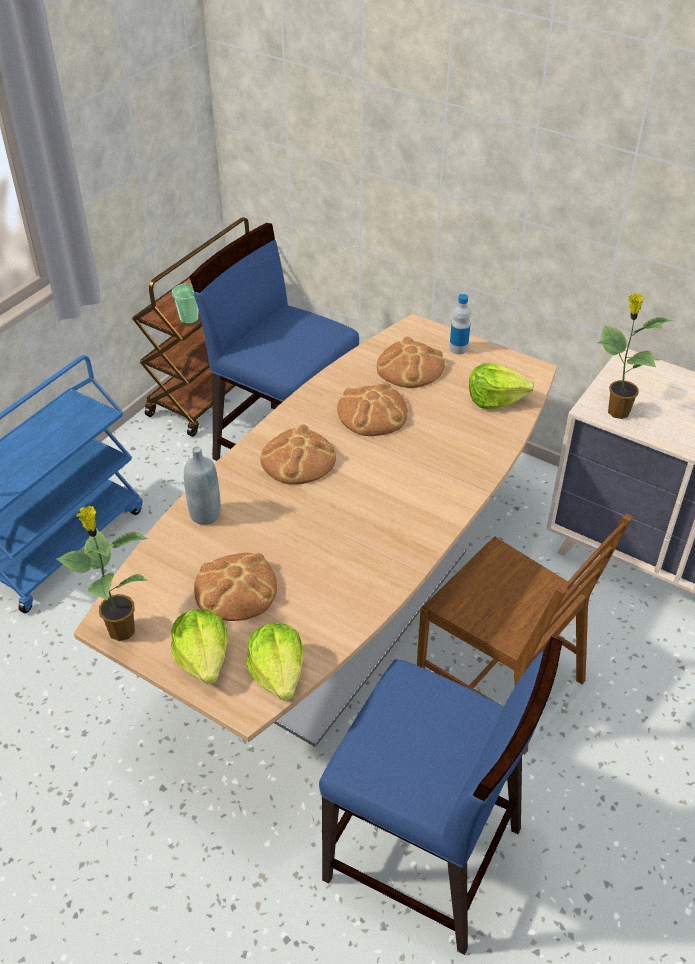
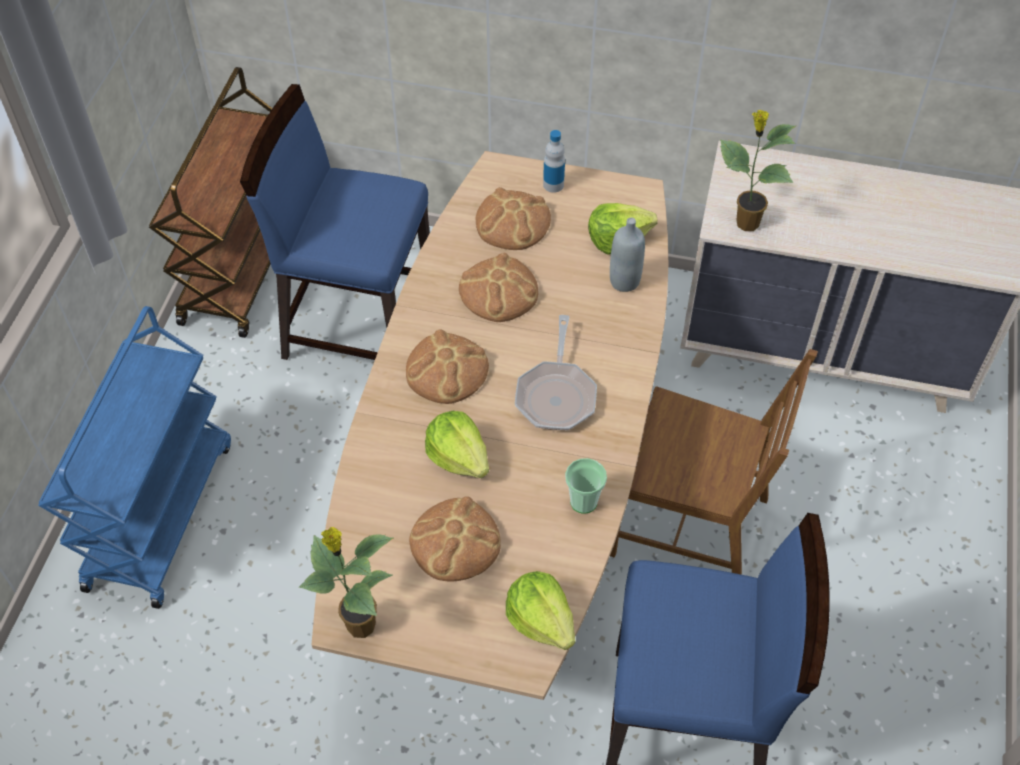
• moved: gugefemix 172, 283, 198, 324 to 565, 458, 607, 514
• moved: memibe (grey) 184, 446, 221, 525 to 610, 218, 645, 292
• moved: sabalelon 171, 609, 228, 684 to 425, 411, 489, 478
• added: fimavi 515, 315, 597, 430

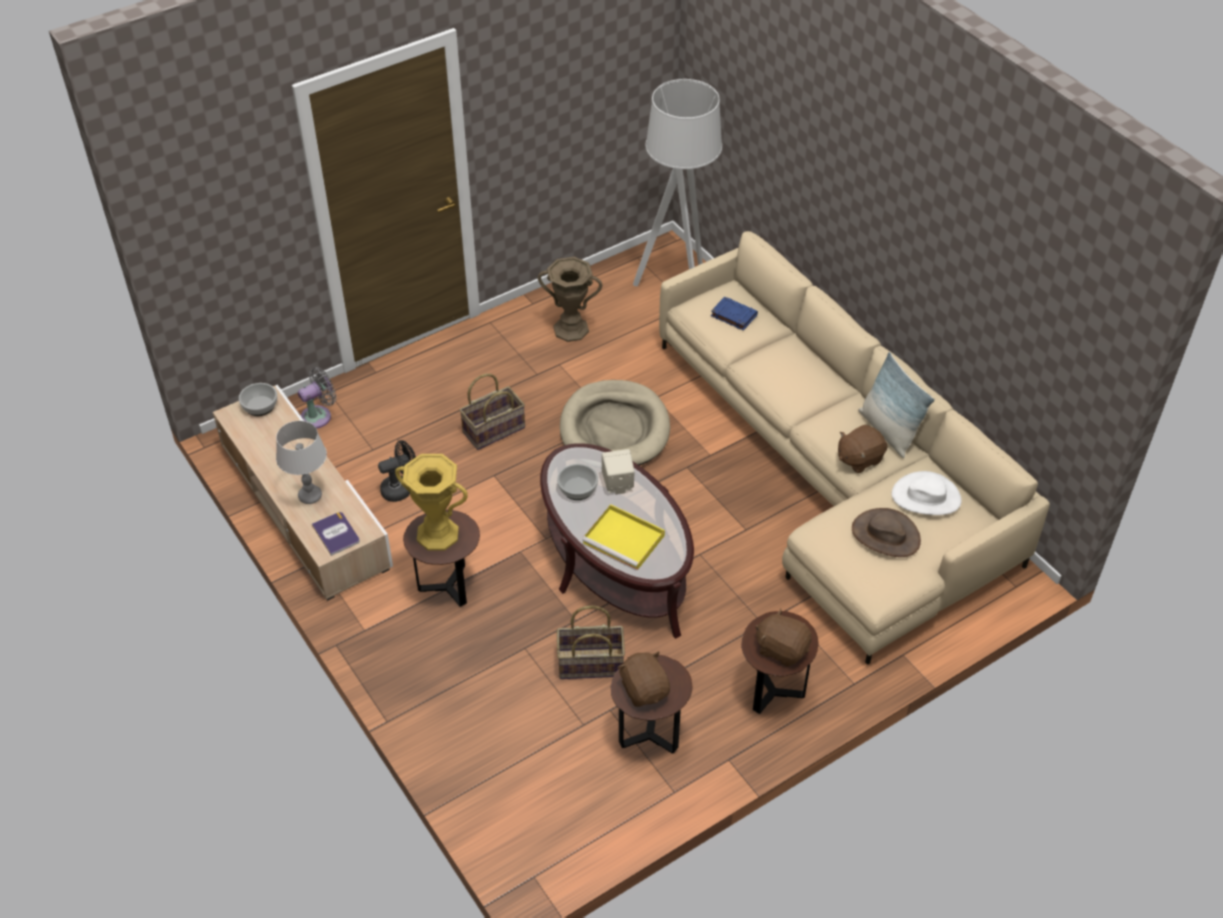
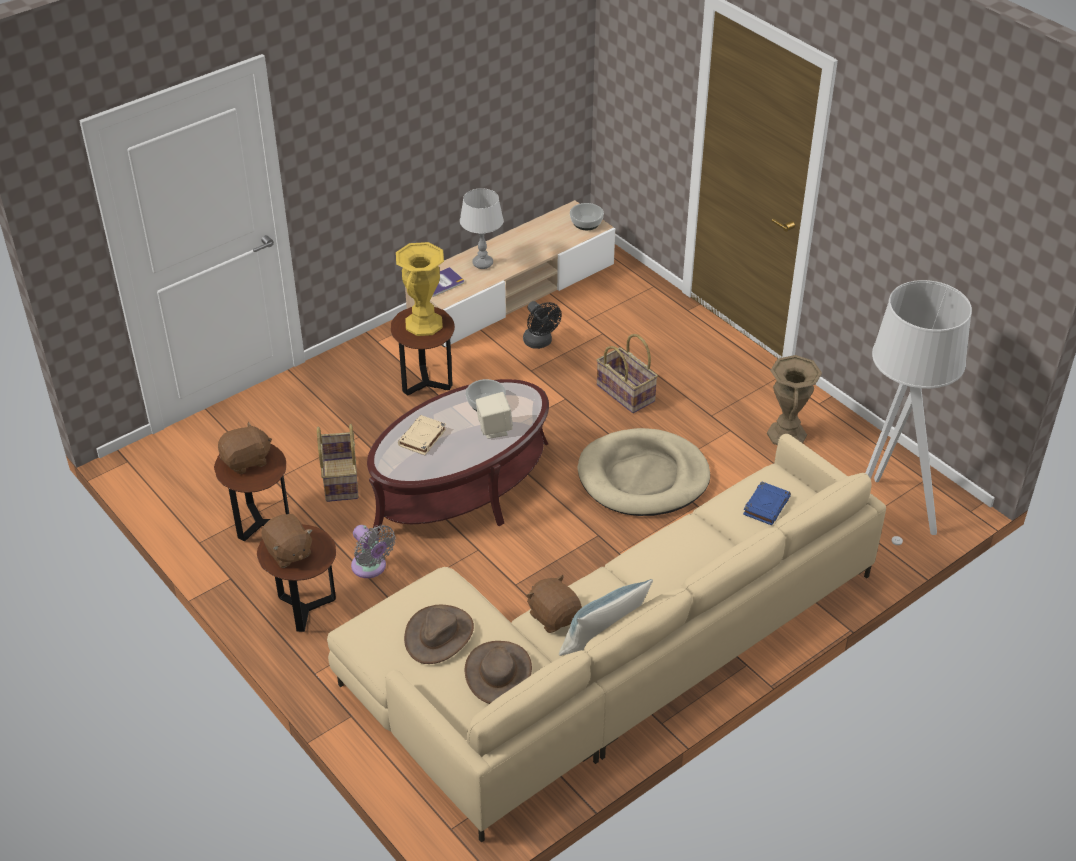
• moved: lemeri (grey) 298, 367, 336, 428 to 351, 525, 396, 578
• recoloured: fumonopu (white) 892, 471, 962, 515 to fumonopu (brown) 465, 641, 532, 704
• replaced: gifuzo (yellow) 582, 504, 665, 570 to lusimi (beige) 398, 415, 446, 455
• turned: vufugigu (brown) 755, 608, 812, 667 = 262, 514, 313, 568 120 degrees clockwise

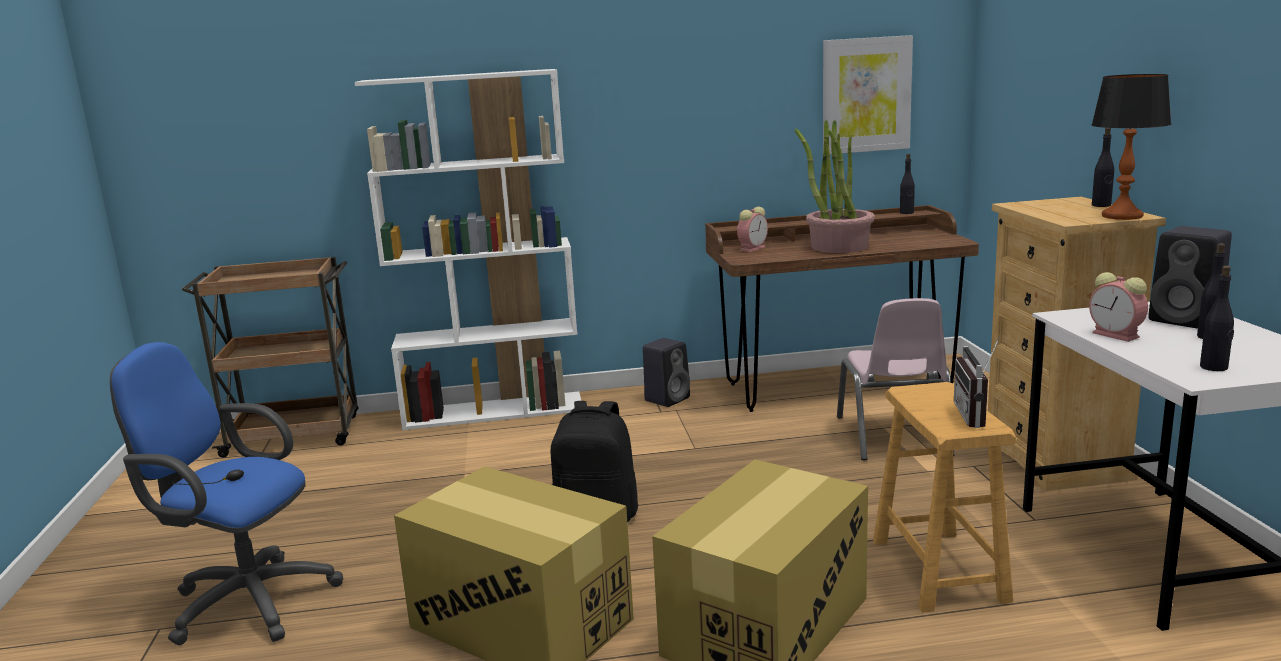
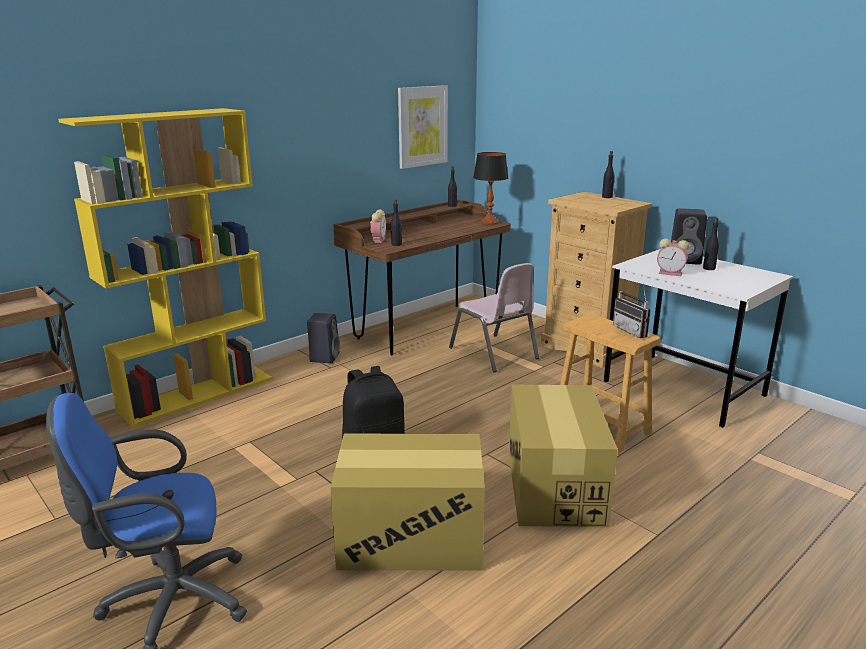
• recoloured: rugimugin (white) 355, 69, 581, 430 to rugimugin (yellow) 58, 108, 272, 427
• moved: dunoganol 1091, 74, 1171, 220 to 473, 152, 509, 225
• removed: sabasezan 795, 120, 875, 253
• moved: memibe (black) 1200, 266, 1234, 371 to 391, 199, 402, 246

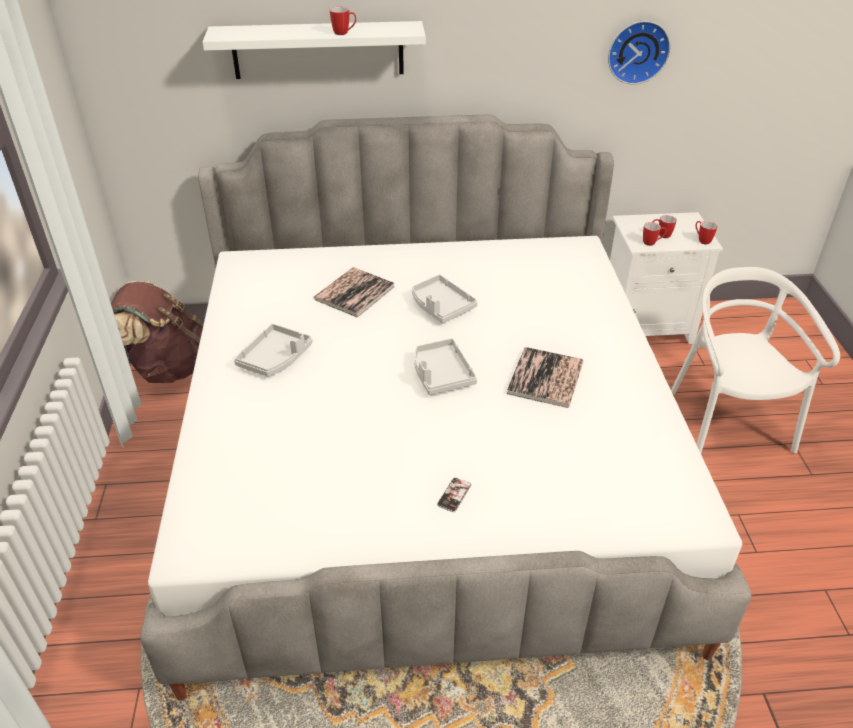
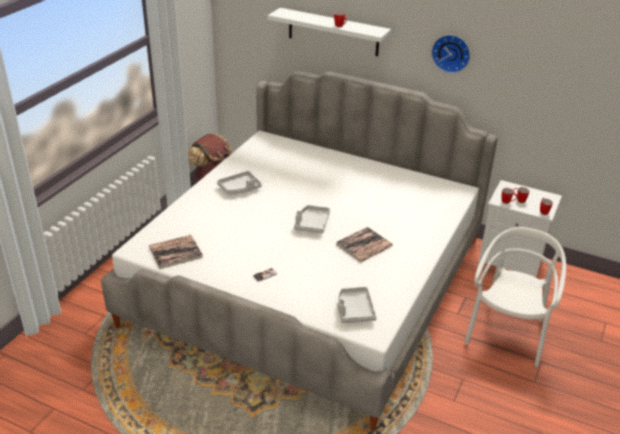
• moved: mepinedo 608, 21, 670, 85 to 431, 35, 470, 73
• moved: lusimi 313, 267, 395, 318 to 149, 235, 203, 269
• moved: gifuzo (grey) 412, 275, 478, 323 to 337, 287, 377, 323

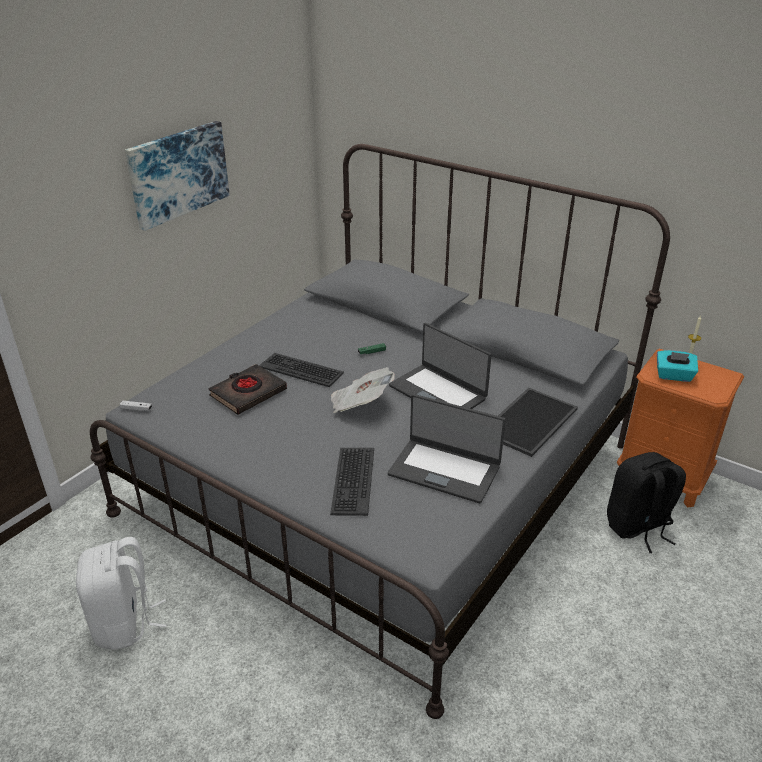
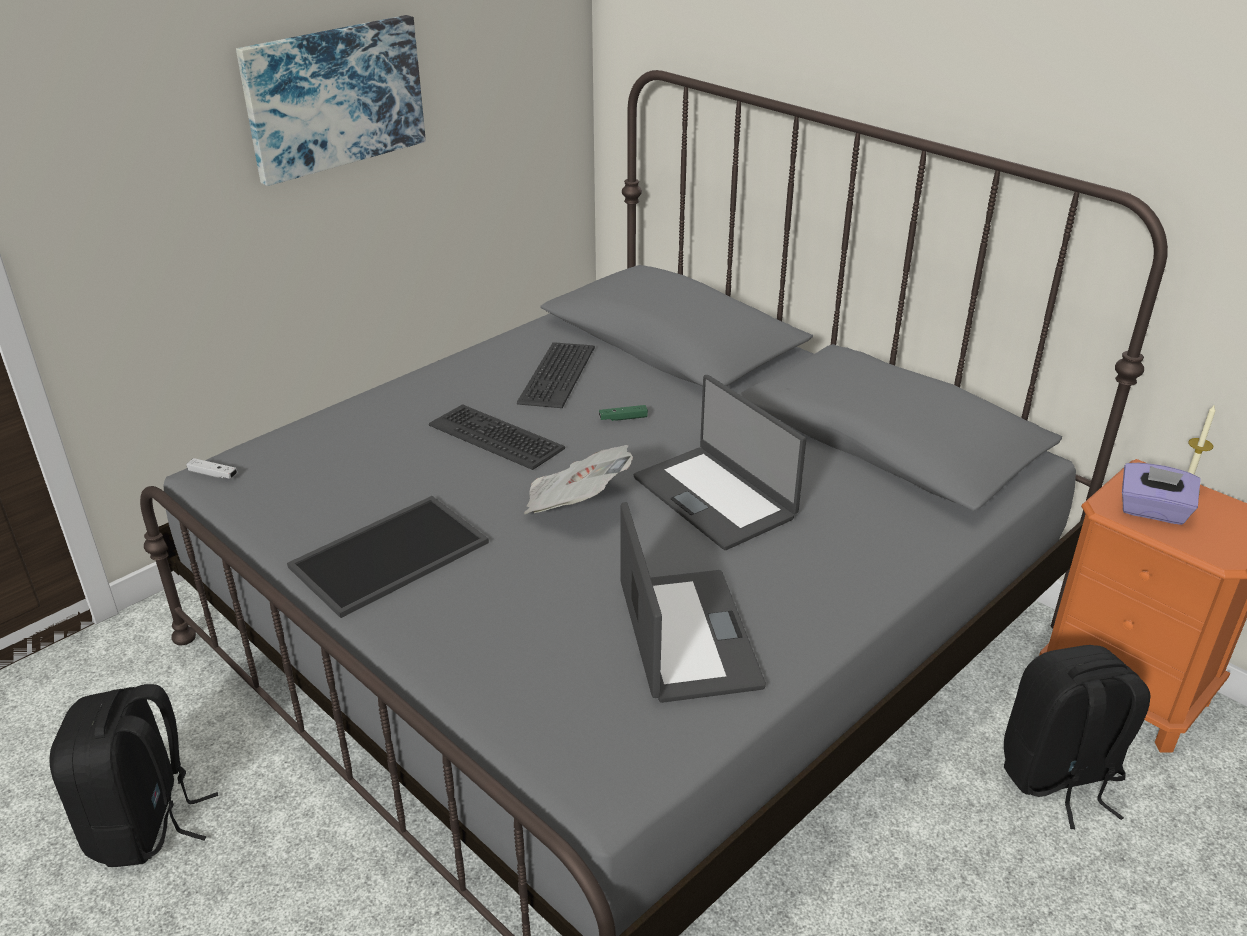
• recoloured: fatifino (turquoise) 657, 350, 698, 382 to fatifino (purple) 1122, 463, 1201, 525
• removed: lusimi (black) 208, 364, 287, 415
• moved: gifuzo 498, 388, 578, 457 to 287, 496, 489, 618
• turned: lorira 388, 394, 506, 503 = 620, 502, 766, 703 135 degrees counterclockwise
• moved: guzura 330, 448, 374, 516 to 517, 342, 595, 408
• recoloured: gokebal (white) 76, 537, 166, 650 to gokebal (black) 49, 684, 218, 867

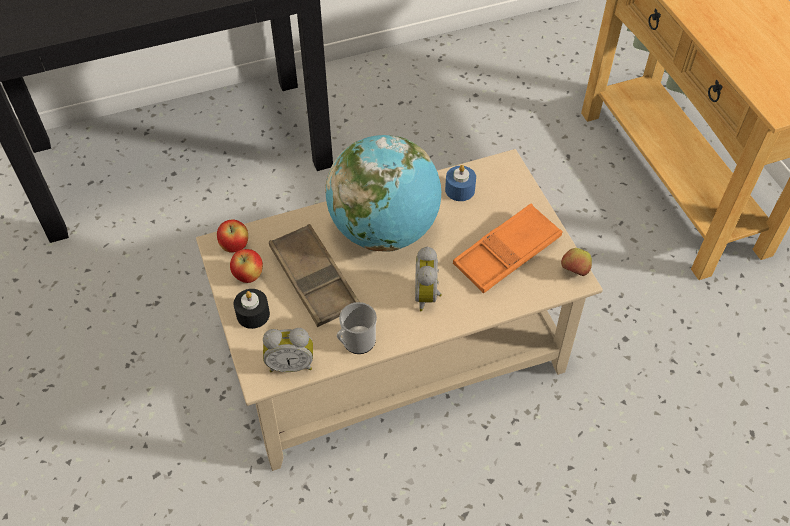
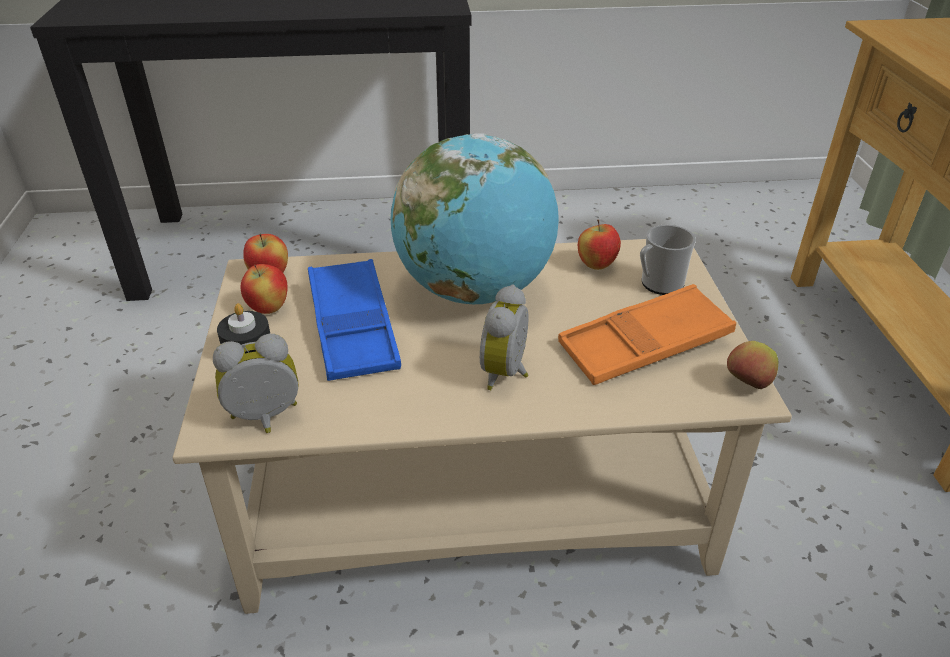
• replaced: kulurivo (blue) 445, 165, 476, 201 to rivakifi 578, 220, 621, 270
• recoloured: gifuzo (brown) 269, 224, 359, 327 to gifuzo (blue) 308, 259, 401, 381
• moved: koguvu 337, 302, 377, 354 to 640, 225, 696, 295
• turned: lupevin 263, 328, 313, 372 = 213, 334, 298, 433 150 degrees clockwise

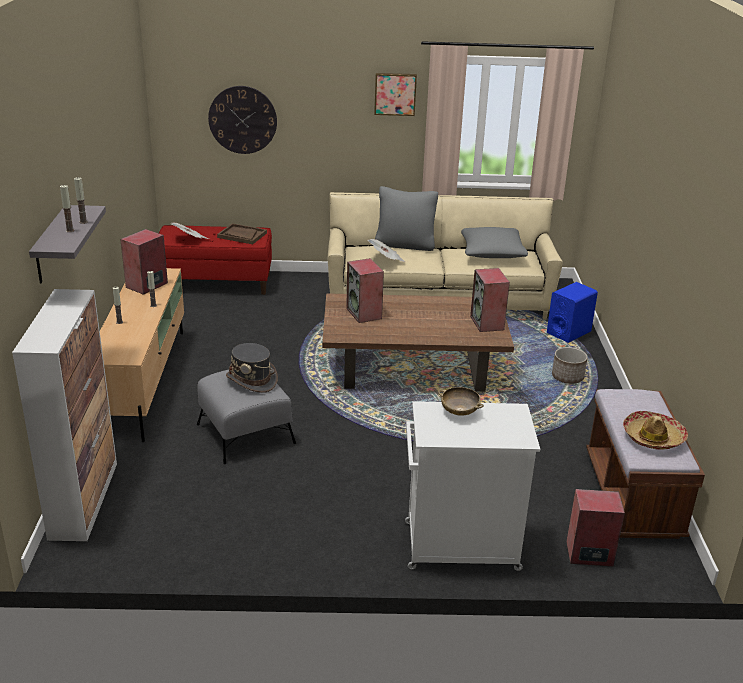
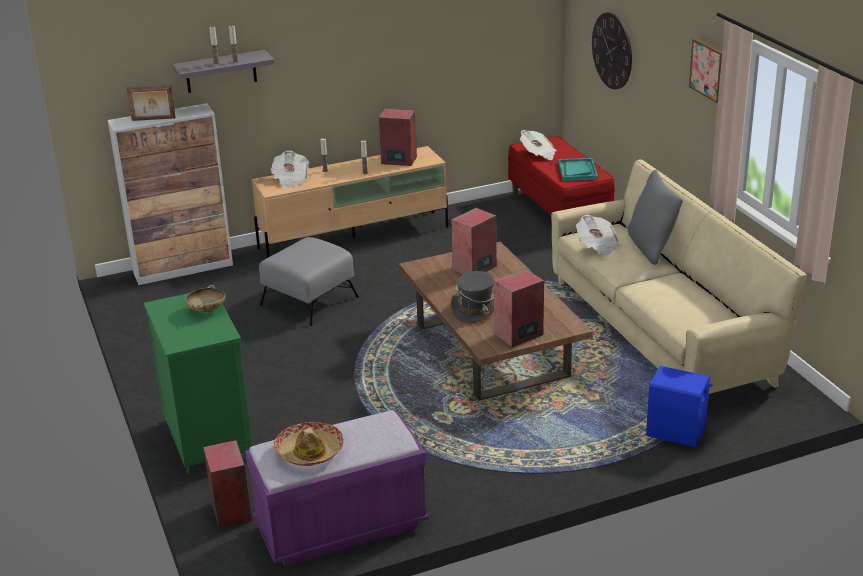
• recoloured: gifuzo (brown) 217, 223, 267, 244 to gifuzo (turquoise) 558, 158, 598, 181
• removed: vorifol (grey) 461, 227, 528, 258
• moved: fumonopu (grey) 226, 343, 278, 393 to 450, 271, 494, 323
• removed: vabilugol 552, 347, 588, 384
• recoloured: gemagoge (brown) 586, 389, 705, 539 to gemagoge (purple) 245, 410, 428, 567
• recoloured: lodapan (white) 405, 401, 540, 571 to lodapan (green) 144, 293, 252, 476
• added: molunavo 127, 85, 176, 121
• added: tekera 270, 151, 309, 189

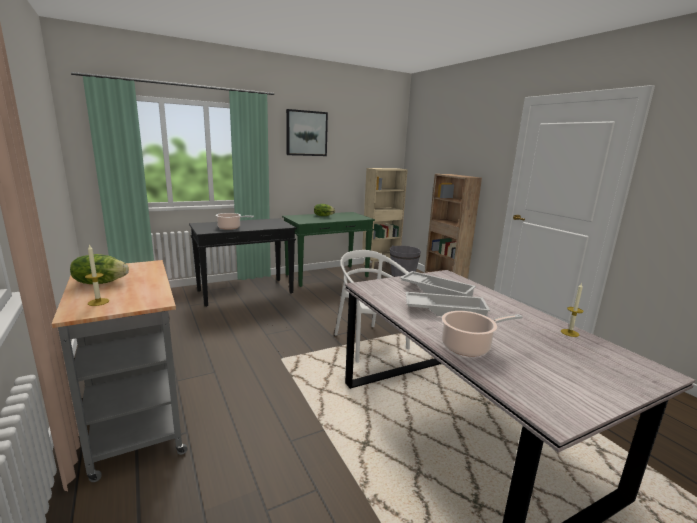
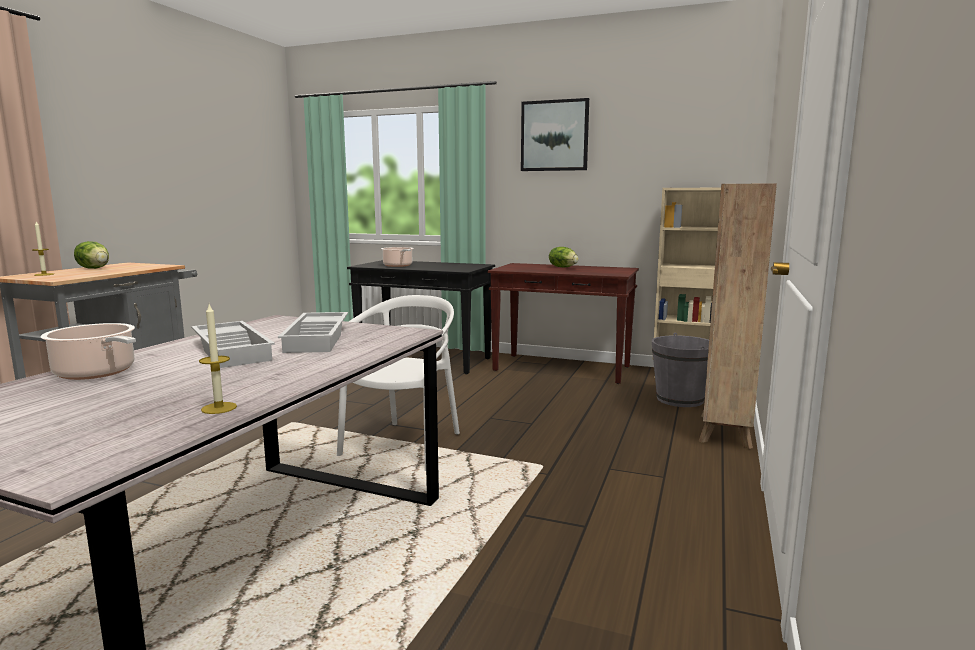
• recoloured: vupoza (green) 282, 212, 375, 287 to vupoza (brown) 488, 263, 639, 384

